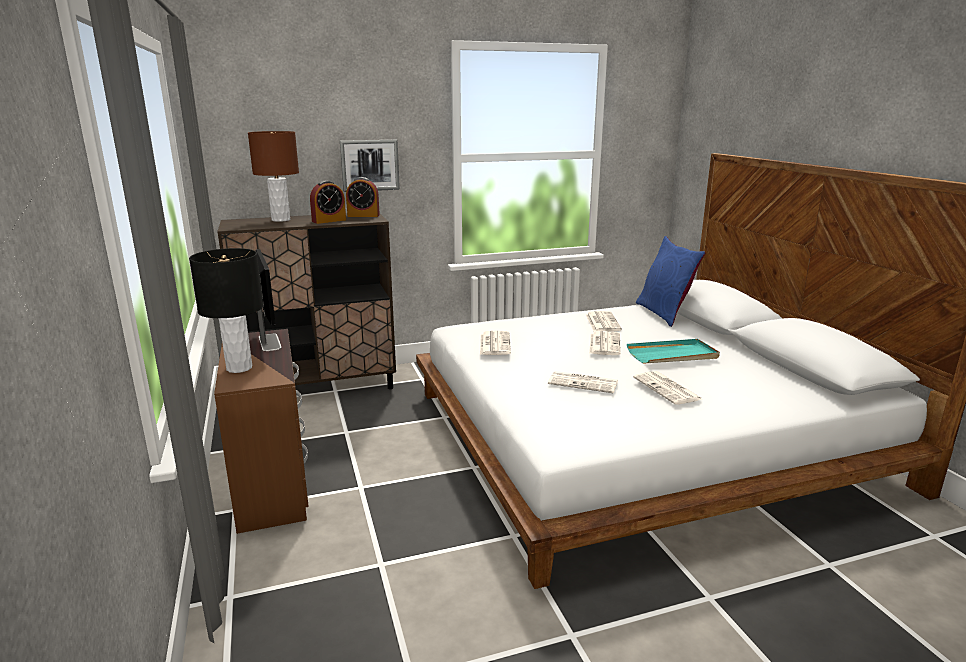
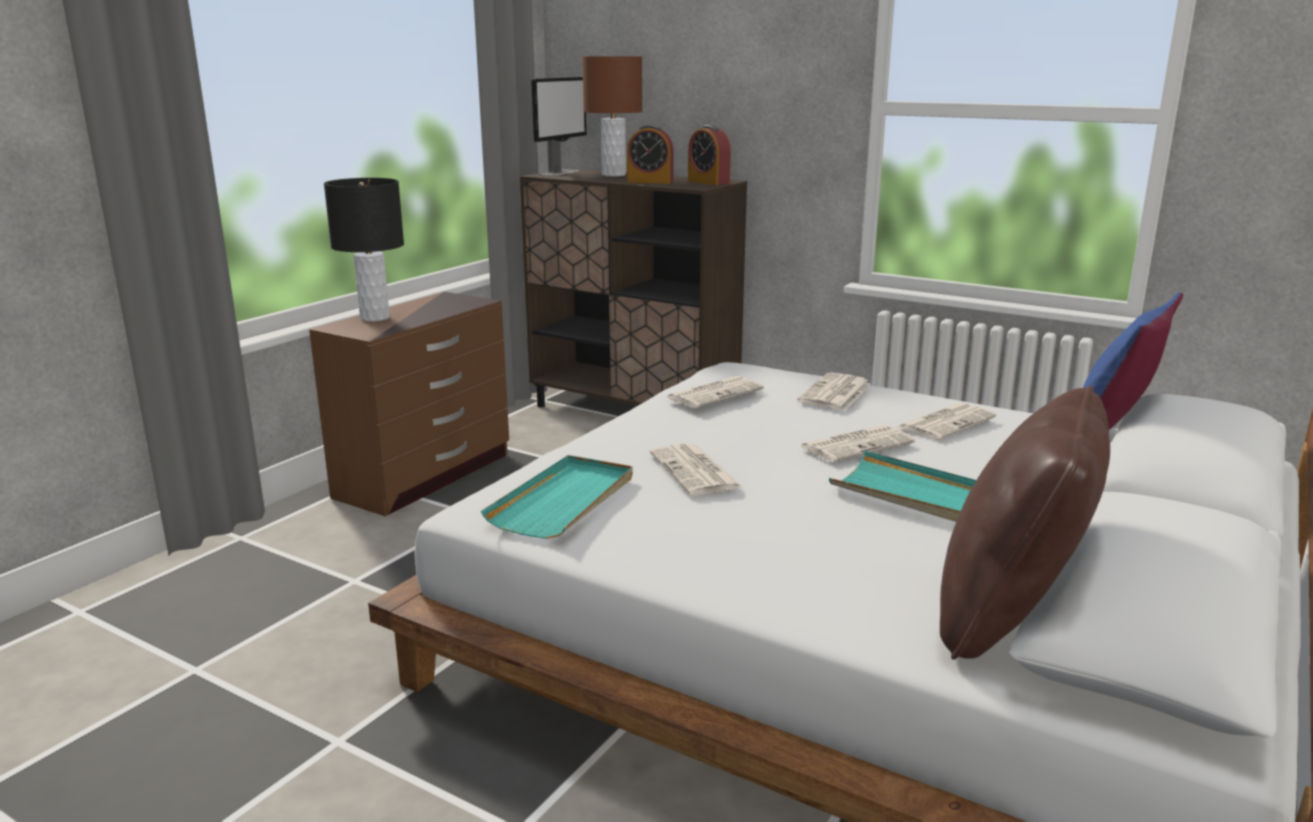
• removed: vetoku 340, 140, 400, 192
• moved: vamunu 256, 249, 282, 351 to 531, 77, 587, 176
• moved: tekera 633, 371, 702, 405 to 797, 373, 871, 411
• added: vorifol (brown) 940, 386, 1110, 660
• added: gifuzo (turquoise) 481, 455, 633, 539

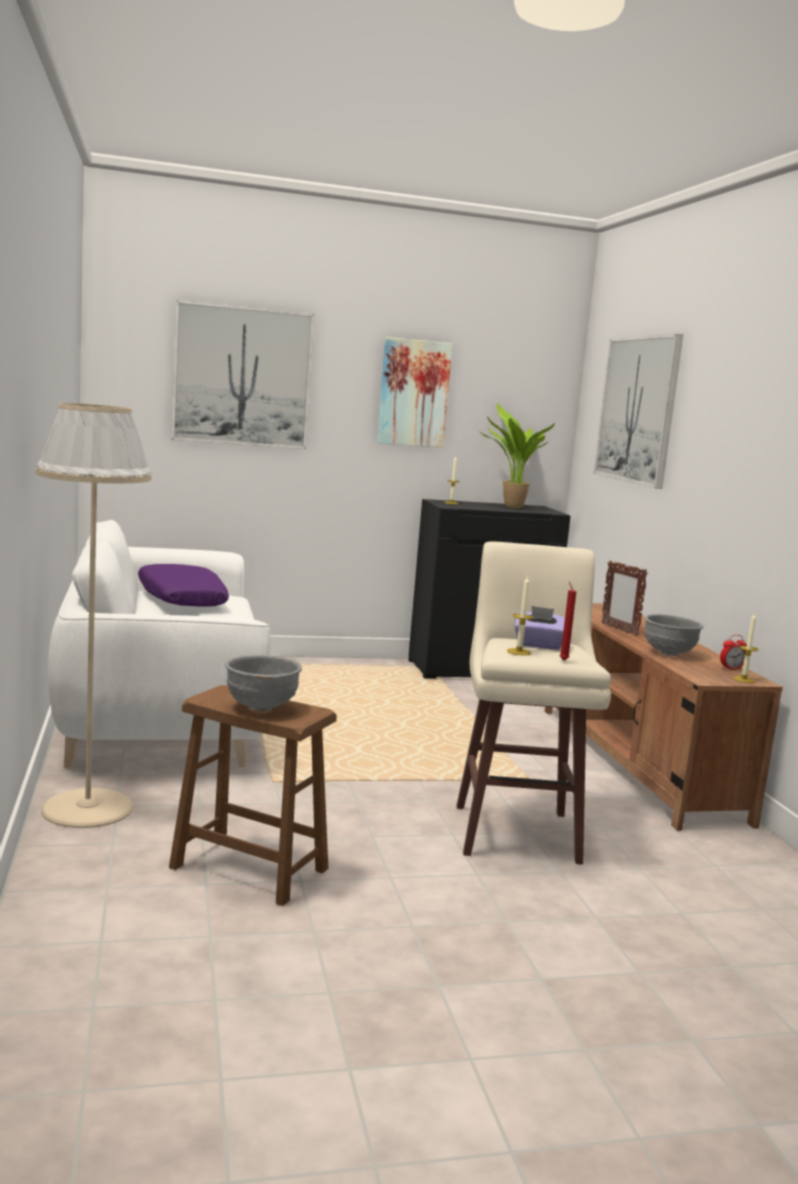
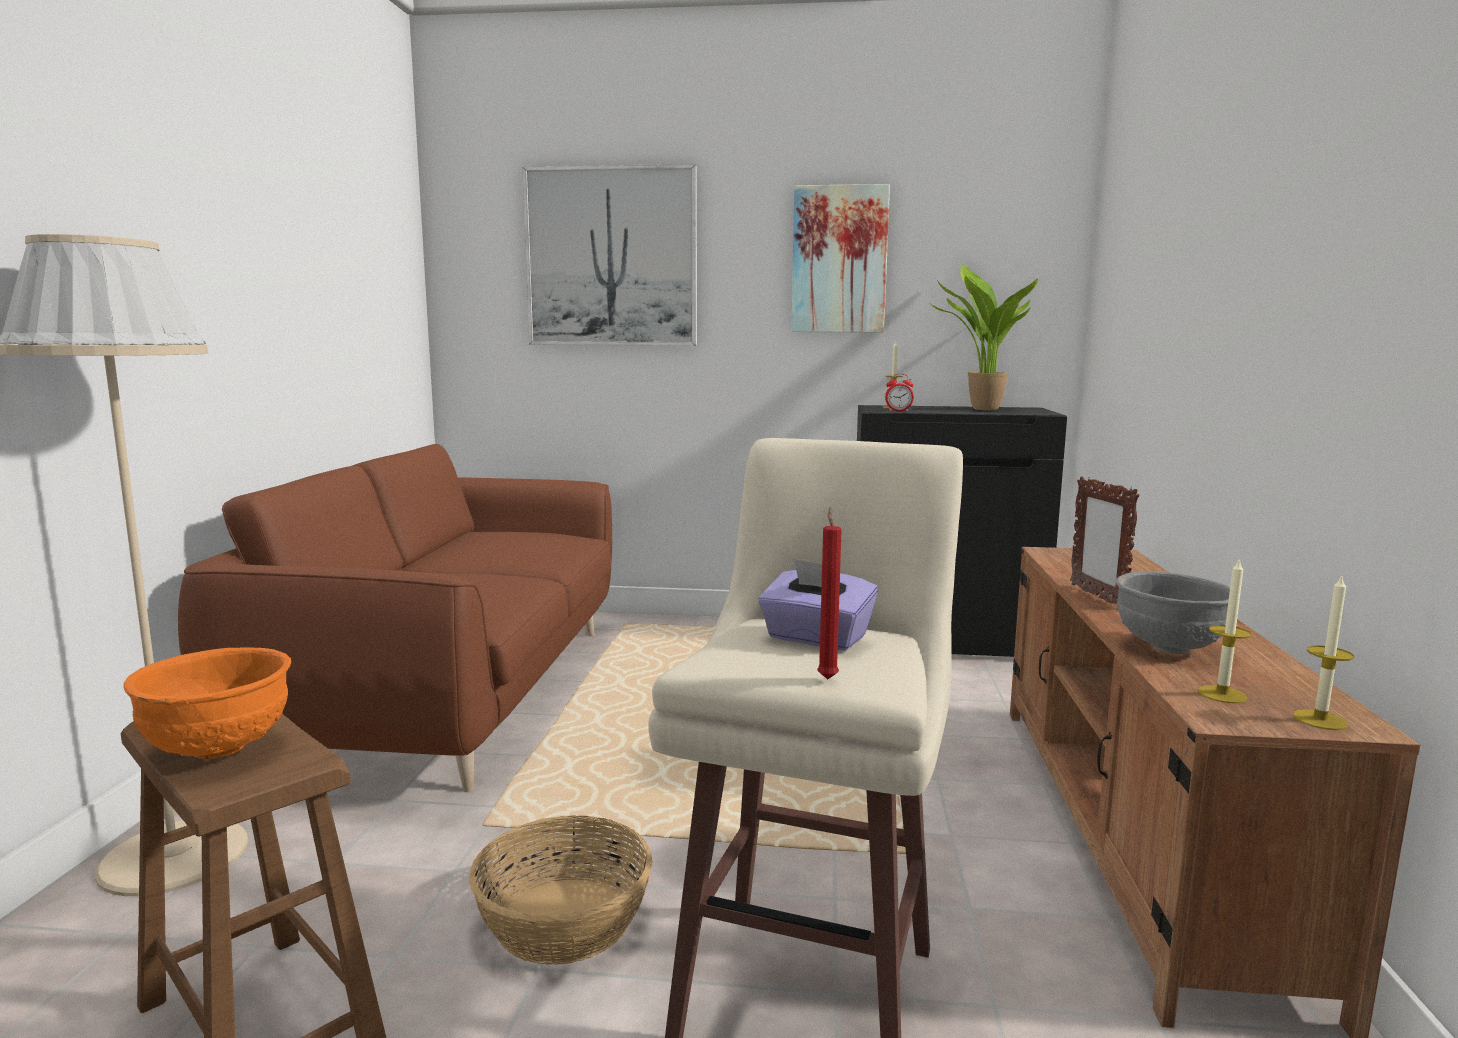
• removed: vetoku 594, 334, 683, 489
• recoloured: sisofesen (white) 48, 520, 271, 768 to sisofesen (brown) 178, 444, 612, 792
• removed: vorifol (purple) 138, 564, 229, 607
• moved: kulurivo 507, 575, 533, 655 to 1198, 558, 1252, 703
• moved: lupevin 720, 635, 747, 670 to 885, 374, 914, 412
• recoloured: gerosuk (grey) 225, 655, 302, 712 to gerosuk (orange) 123, 647, 291, 759
• added: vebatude 469, 815, 653, 965

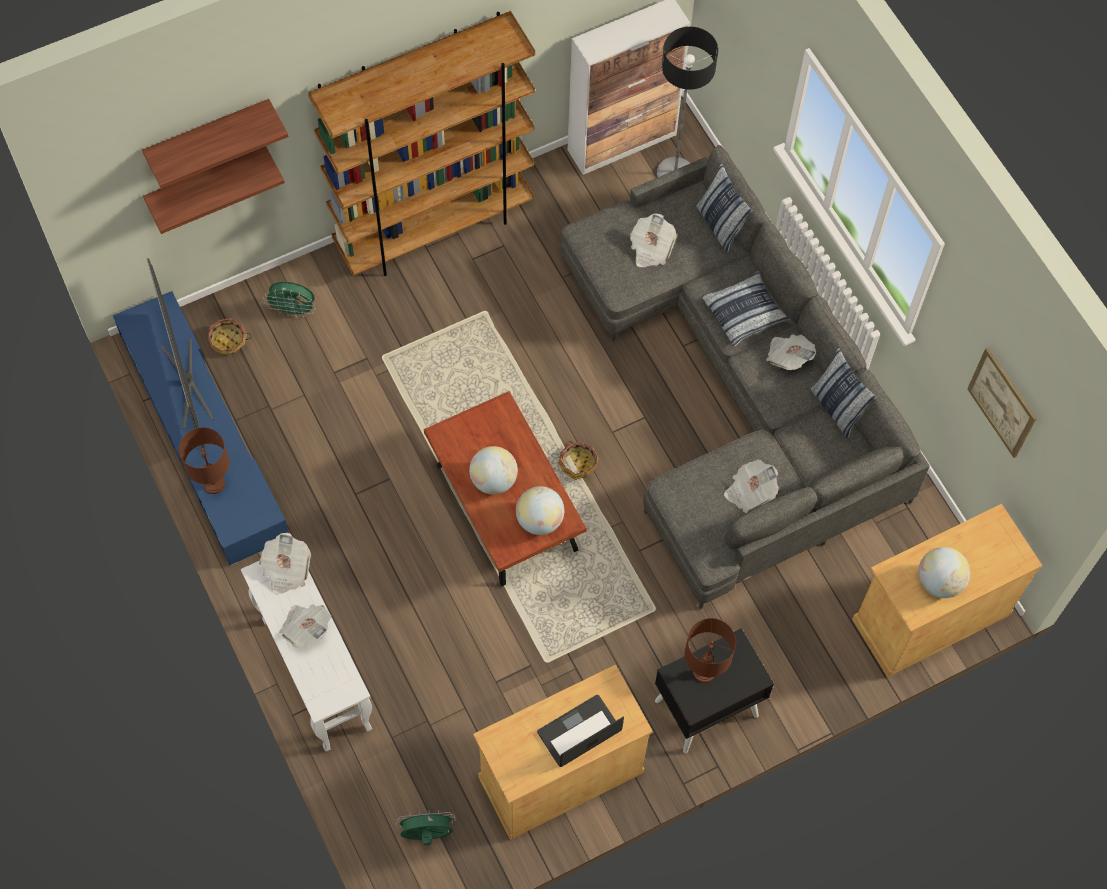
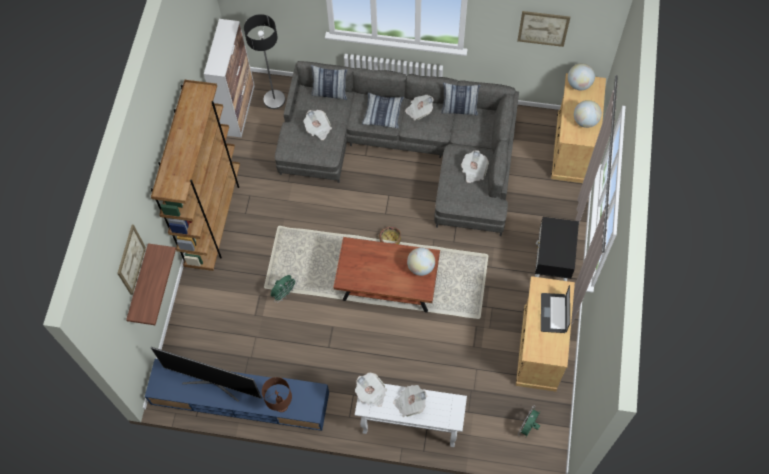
• replaced: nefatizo 142, 99, 288, 189 to vetoku 117, 225, 146, 295
• moved: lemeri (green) 263, 282, 316, 318 to 271, 275, 298, 303
• removed: vebatude 208, 318, 252, 355
• moved: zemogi 469, 446, 518, 495 to 568, 63, 595, 90
• removed: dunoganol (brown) 685, 618, 736, 683

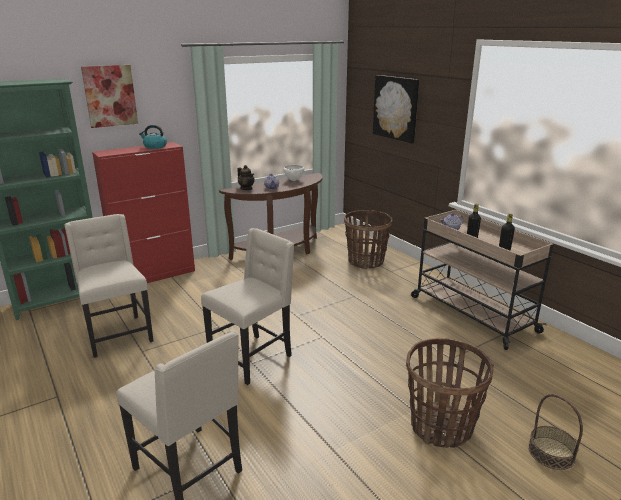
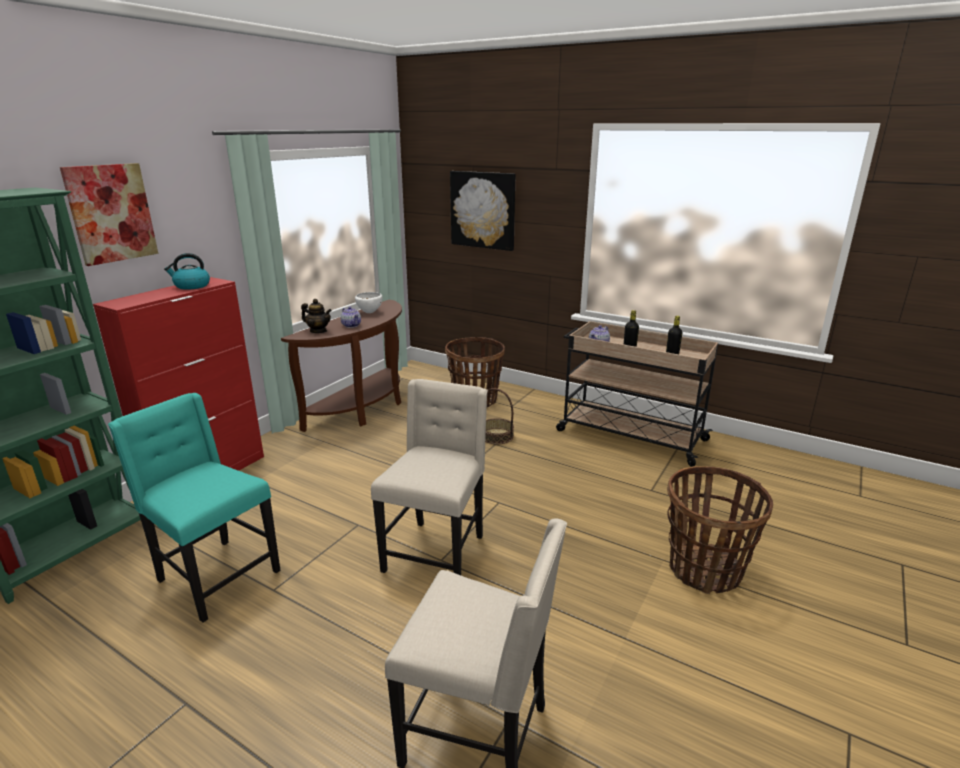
• recoloured: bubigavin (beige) 65, 214, 153, 358 to bubigavin (turquoise) 108, 393, 281, 623
• moved: vebatude 528, 394, 583, 470 to 485, 388, 514, 444

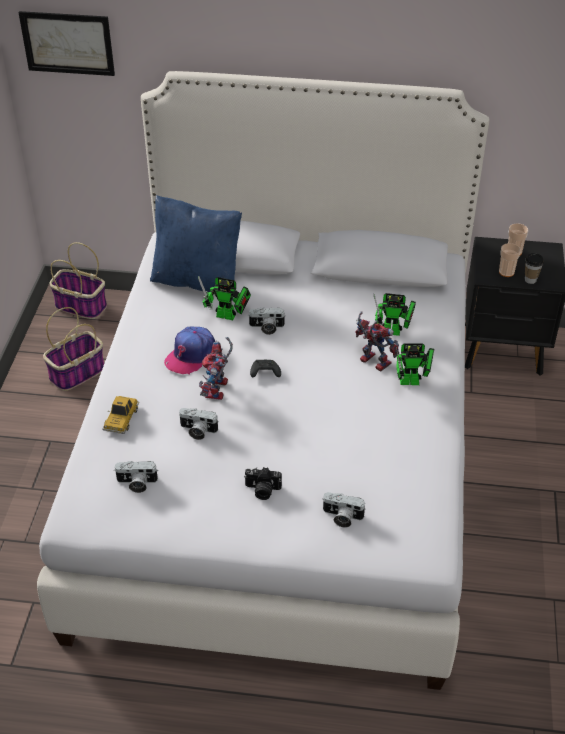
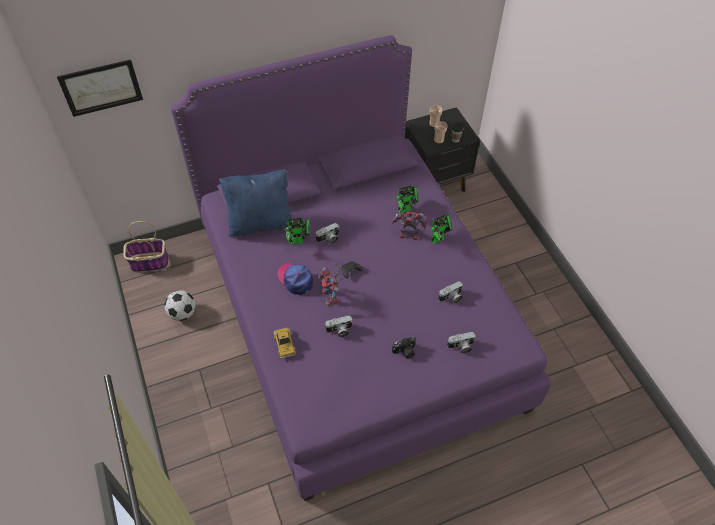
• recoloured: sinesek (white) 37, 71, 489, 690 to sinesek (purple) 171, 35, 551, 501
• replaced: vebatude 43, 307, 104, 391 to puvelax 165, 290, 196, 321
• turned: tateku 164, 327, 215, 374 = 277, 263, 313, 295 135 degrees clockwise
• moved: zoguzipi 114, 461, 158, 493 to 438, 281, 463, 304

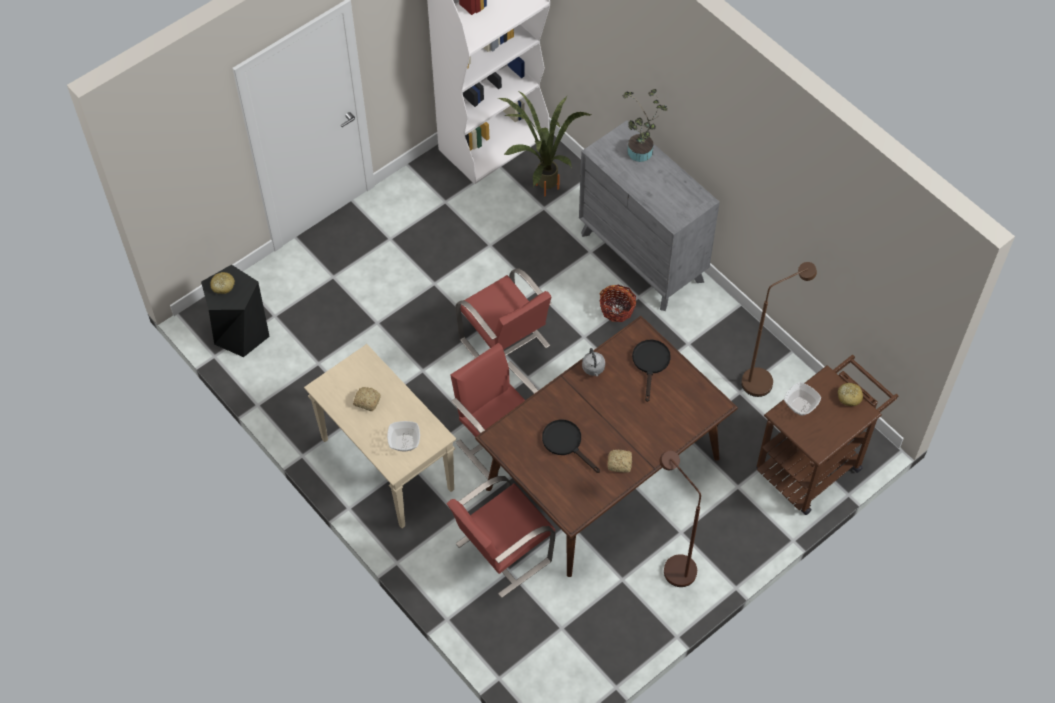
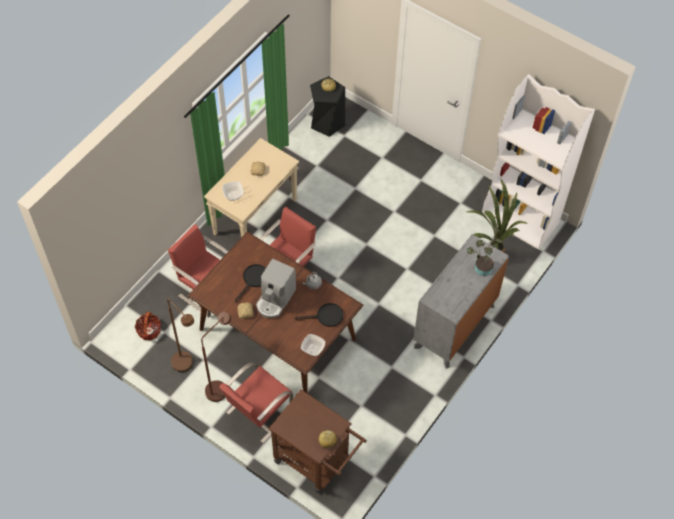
• moved: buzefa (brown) 741, 262, 817, 397 to 167, 298, 194, 372
• moved: bubigavin (red) 455, 269, 552, 358 to 219, 362, 293, 443
• moved: vebatude 600, 285, 636, 322 to 135, 312, 161, 341
• moved: gerosuk 784, 382, 821, 416 to 301, 334, 325, 356
• added: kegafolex 256, 259, 296, 318

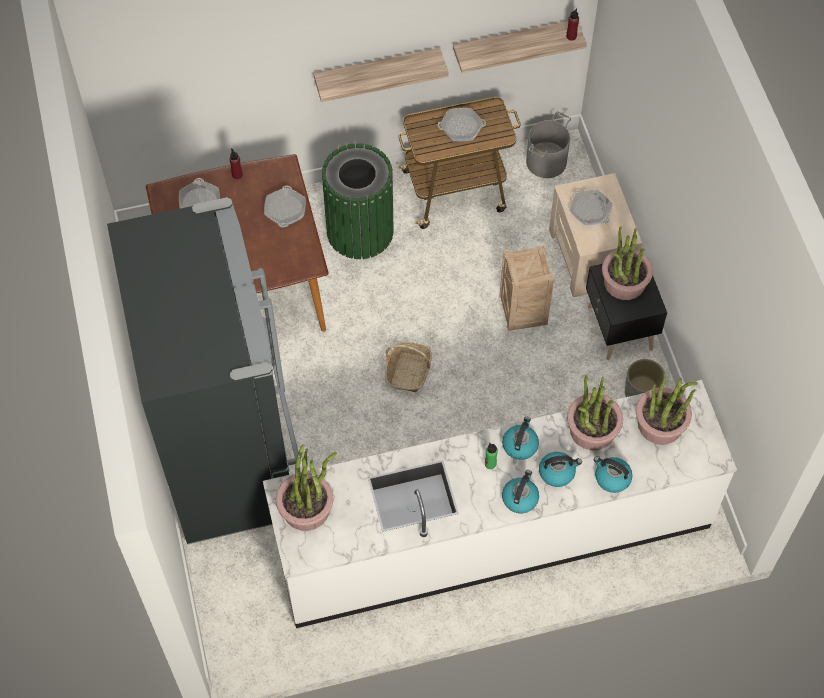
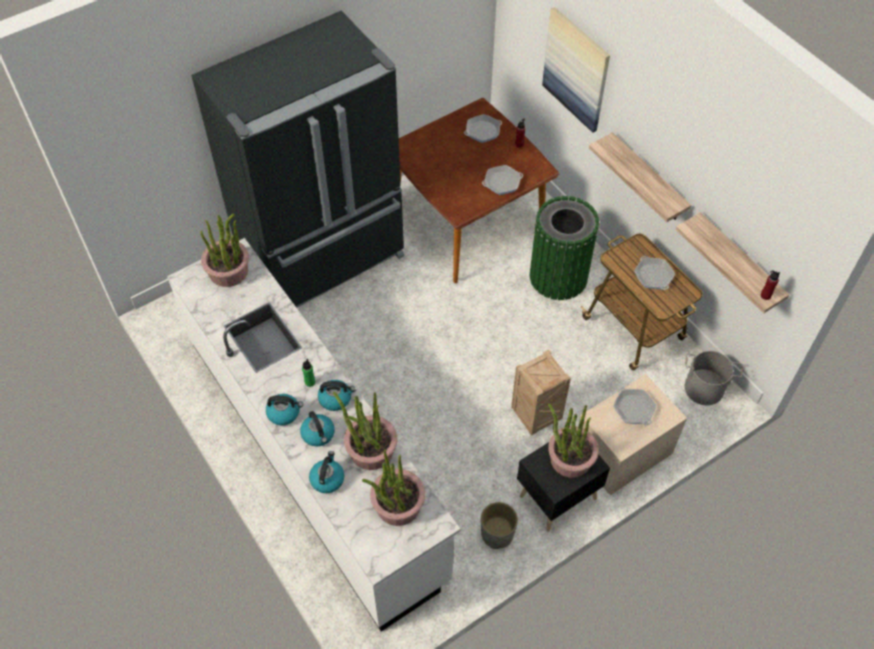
• turned: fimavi 570, 190, 612, 225 = 614, 388, 656, 425 120 degrees clockwise
• removed: vebatude 385, 342, 432, 392
• added: vetoku 542, 7, 610, 133

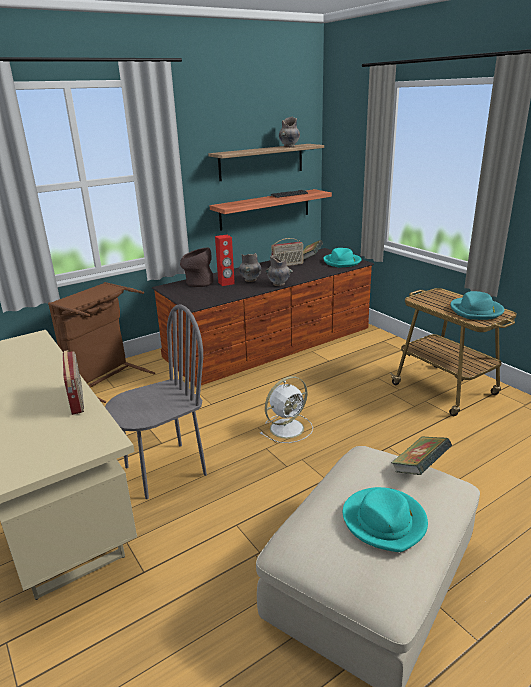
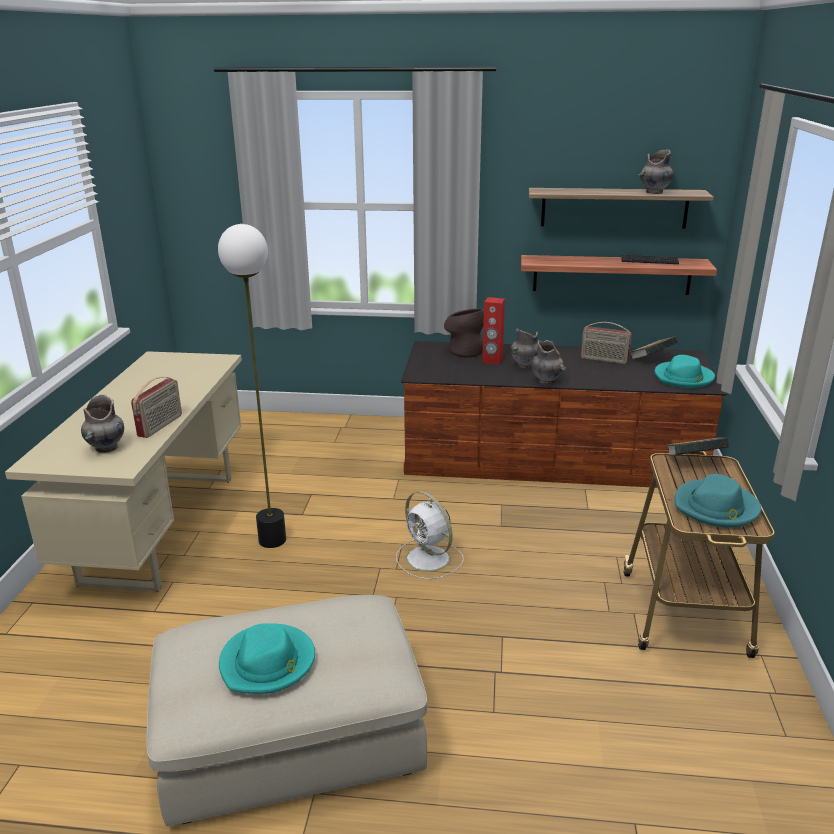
• removed: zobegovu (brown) 48, 282, 155, 403
• replaced: bubigavin (grey) 105, 304, 207, 499 to buzefa 218, 224, 286, 548
• turned: lemeri (white) 260, 376, 313, 443 = 396, 491, 464, 579 45 degrees clockwise
• moved: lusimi 391, 436, 452, 475 to 666, 437, 729, 456
• added: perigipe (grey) 81, 395, 124, 453

